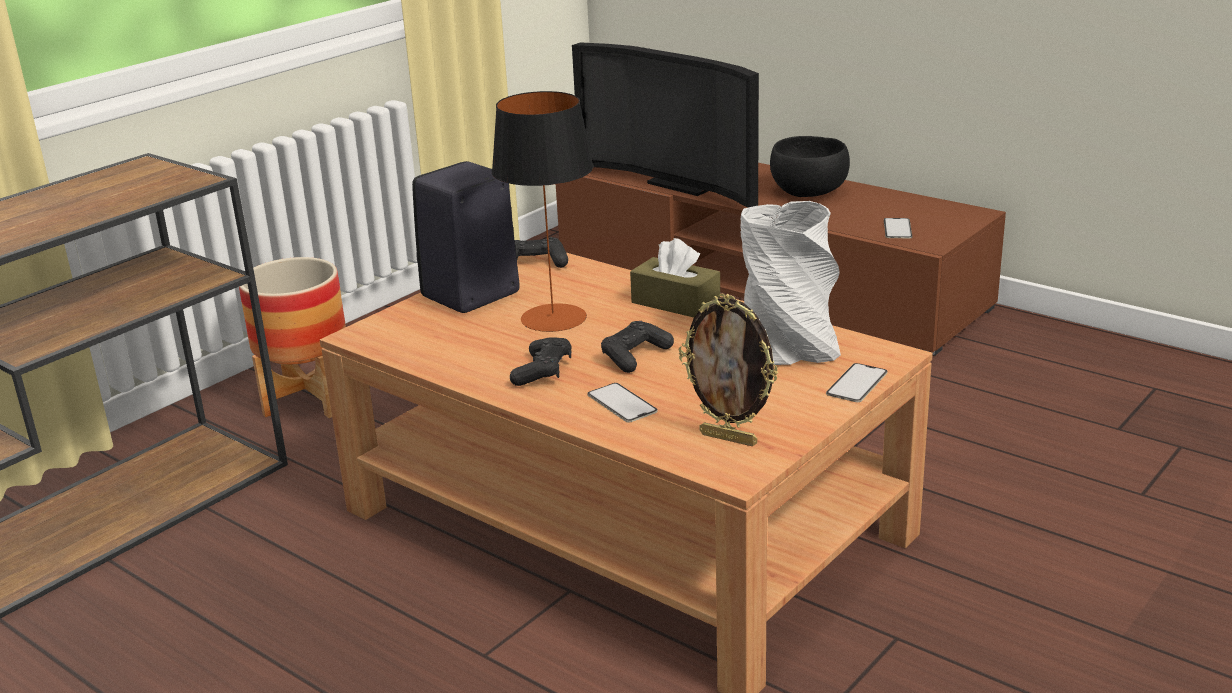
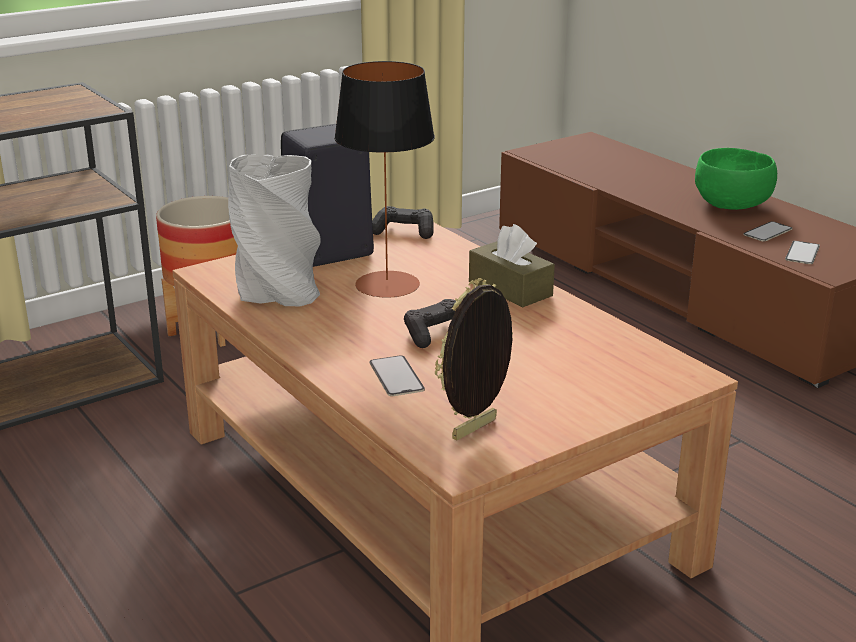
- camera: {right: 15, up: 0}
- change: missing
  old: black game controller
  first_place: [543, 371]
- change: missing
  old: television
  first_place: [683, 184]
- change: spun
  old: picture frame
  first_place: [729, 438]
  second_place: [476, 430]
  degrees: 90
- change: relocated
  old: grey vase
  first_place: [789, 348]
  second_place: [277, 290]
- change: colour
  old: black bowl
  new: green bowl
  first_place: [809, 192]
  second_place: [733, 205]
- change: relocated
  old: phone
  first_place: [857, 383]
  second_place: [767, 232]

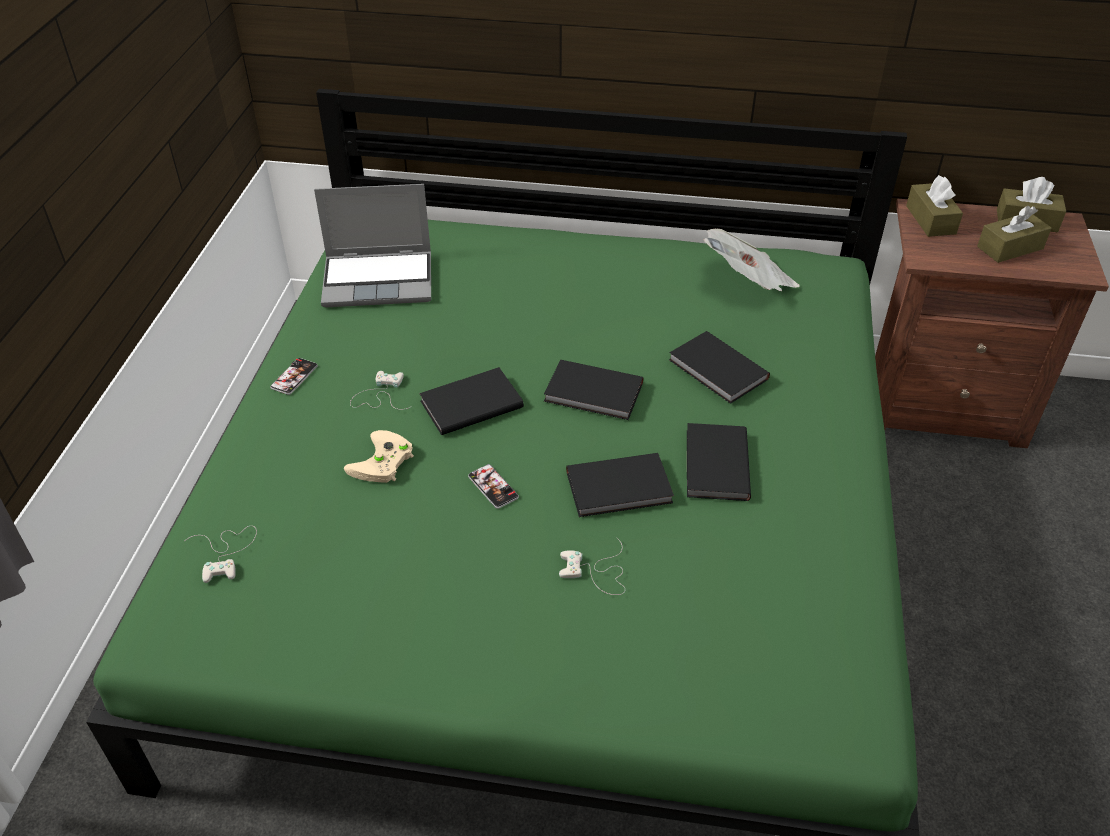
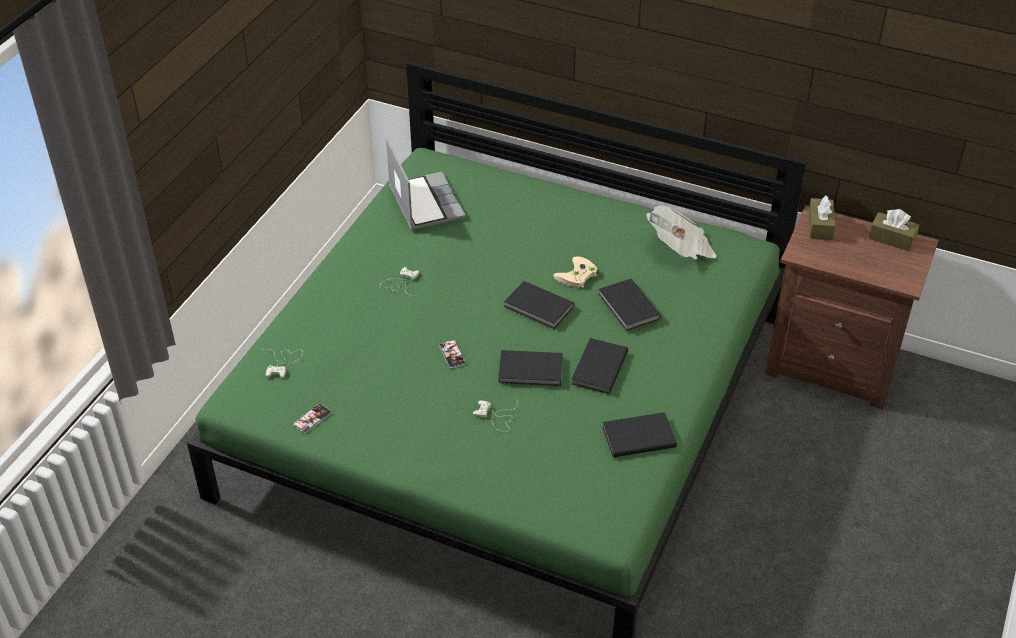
- camera: {right: 15, up: 0}
- change: relocated
  old: phone
  first_place: [294, 377]
  second_place: [312, 419]
- change: spun
  old: laptop
  first_place: [380, 280]
  second_place: [424, 202]
  degrees: -120
- change: relocated
  old: beige game controller
  first_place: [382, 463]
  second_place: [577, 276]
- change: relocated
  old: black book
  first_place: [469, 403]
  second_place: [637, 436]
- change: missing
  old: brown tissue box
  first_place: [1010, 248]

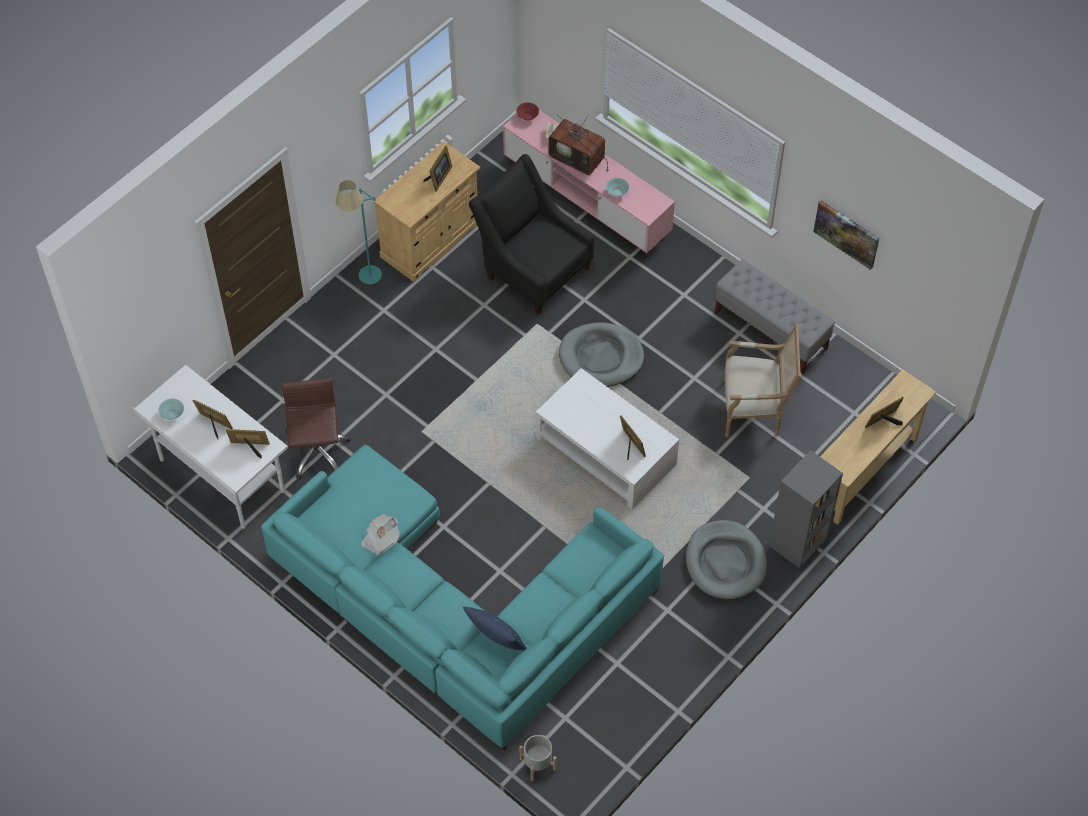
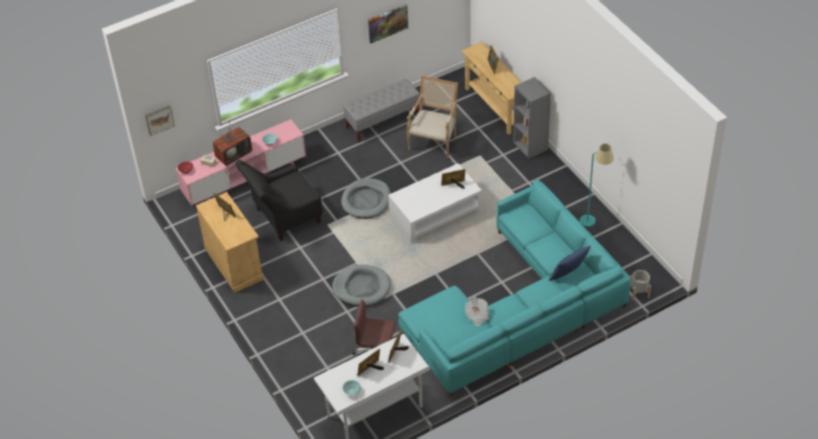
- camera: {right: -70, up: -10}
- change: relocated
  old: turquoise floor lamp
  first_place: [365, 283]
  second_place: [593, 224]
- change: relocated
  old: grey dog bed
  first_place: [725, 562]
  second_place: [361, 287]
- change: appeared
  new: picture
  second_place: [159, 119]

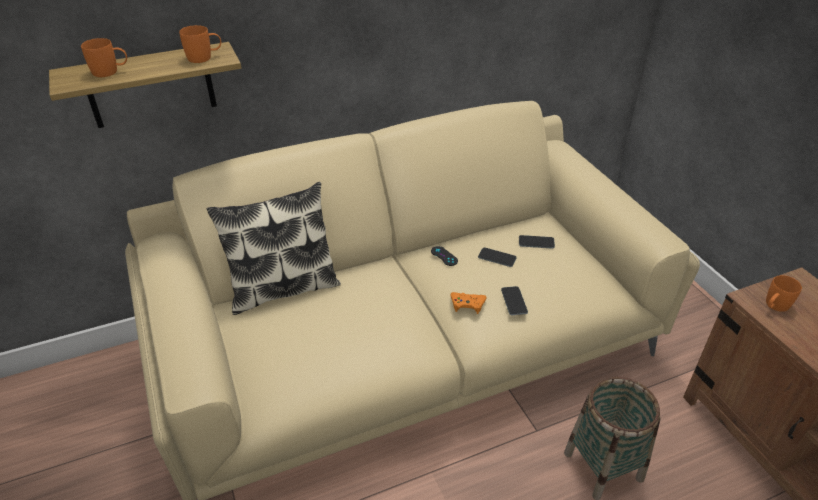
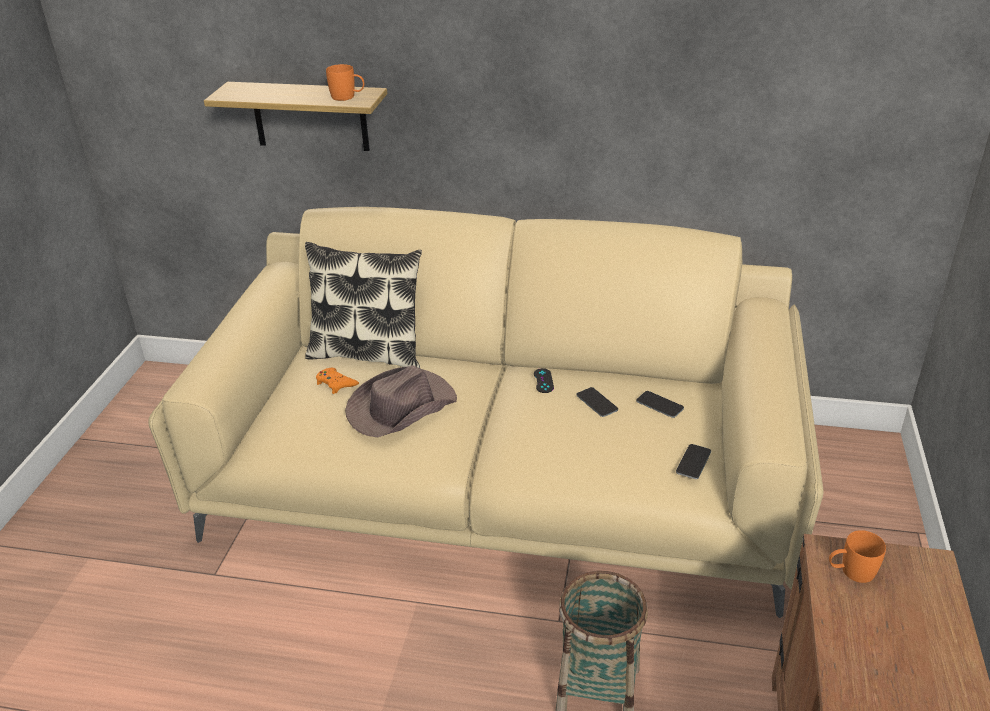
- camera: {right: 35, up: -5}
- change: missing
  old: orange mug
  first_place: [110, 72]
- change: relocated
  old: orange game controller
  first_place: [467, 304]
  second_place: [336, 383]
- change: relocated
  old: phone
  first_place: [514, 301]
  second_place: [693, 462]
- change: appeared
  new: brown hat
  second_place: [400, 407]

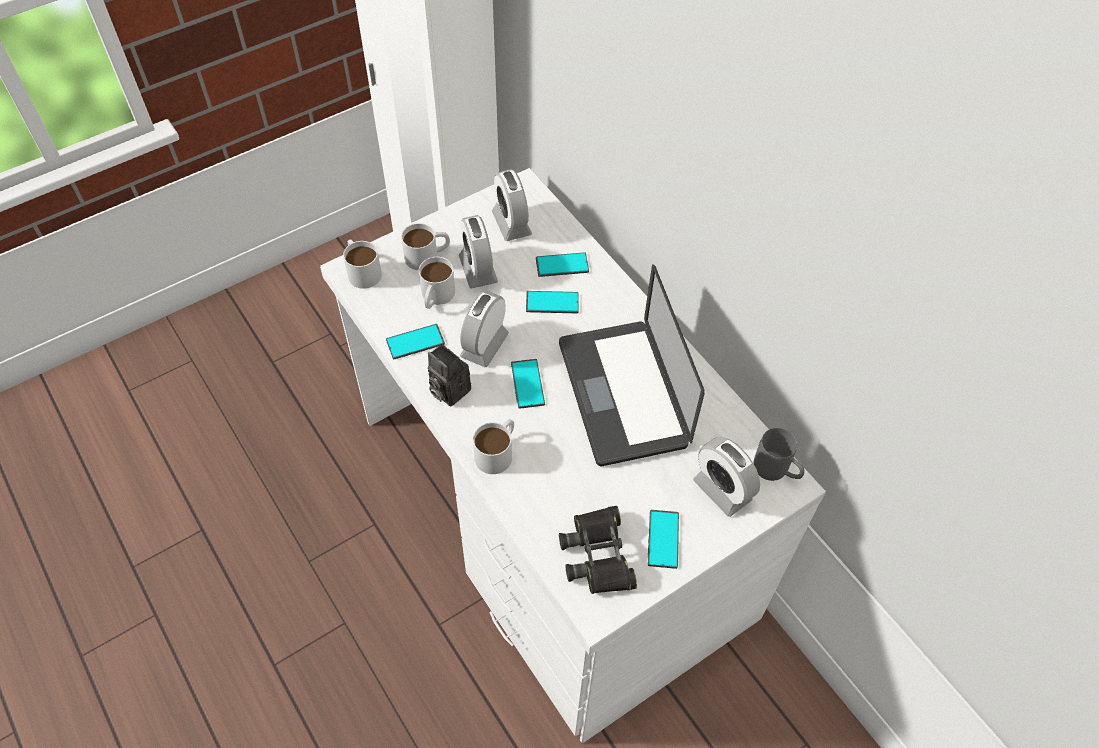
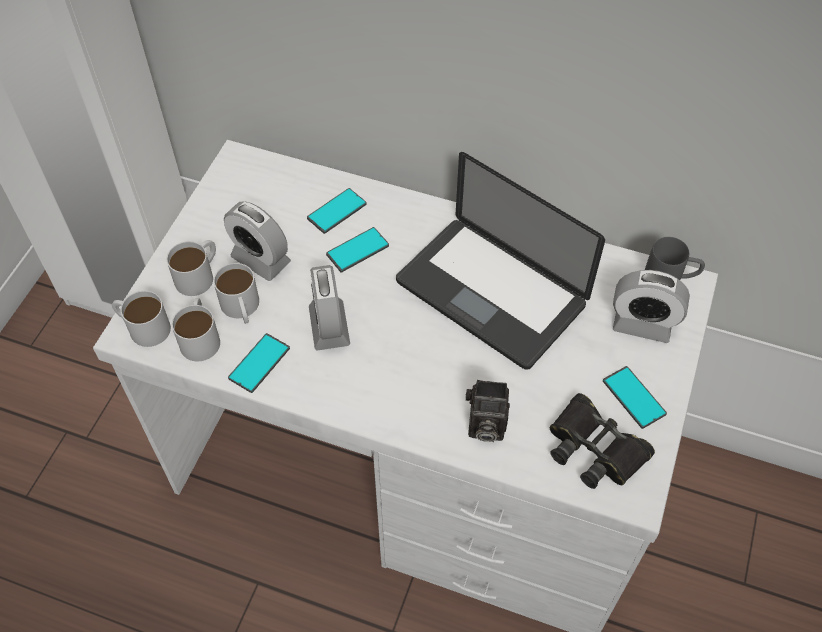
- camera: {right: -35, up: 0}
- change: relocated
  old: photo camera
  first_place: [447, 390]
  second_place: [484, 426]
- change: relocated
  old: white mug
  first_place: [498, 451]
  second_place: [200, 336]
- change: missing
  old: alarm clock
  first_place: [511, 223]
- change: missing
  old: phone
  first_place: [527, 384]

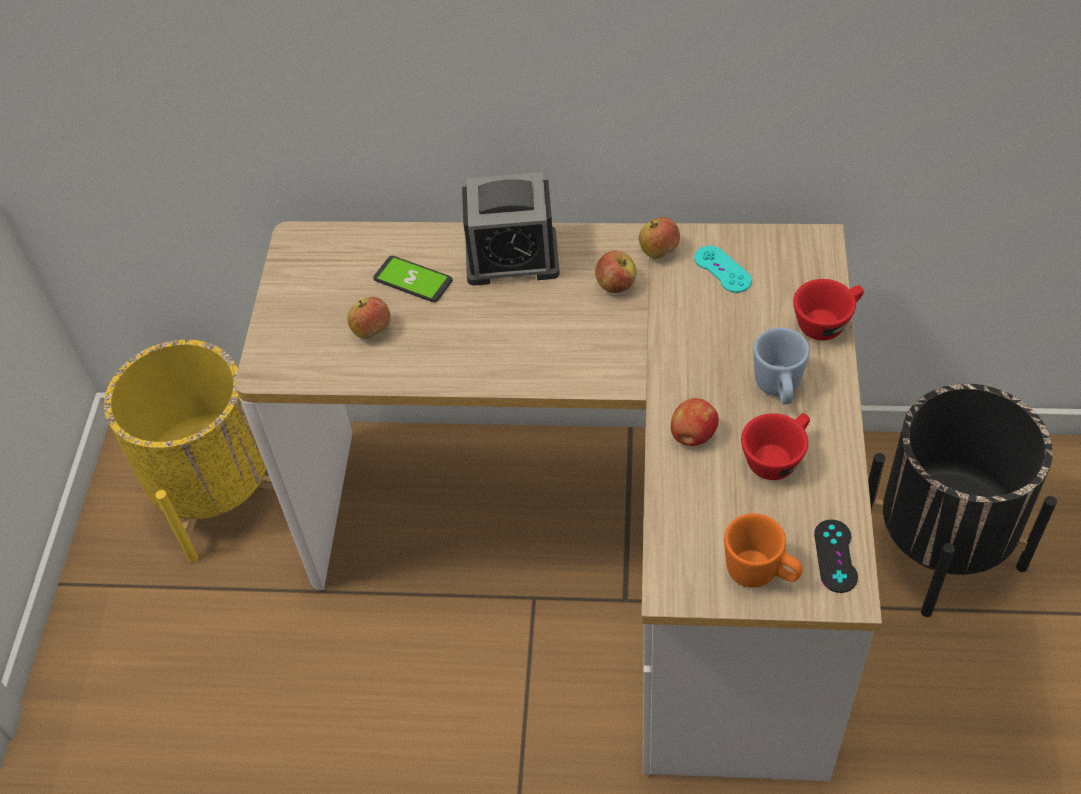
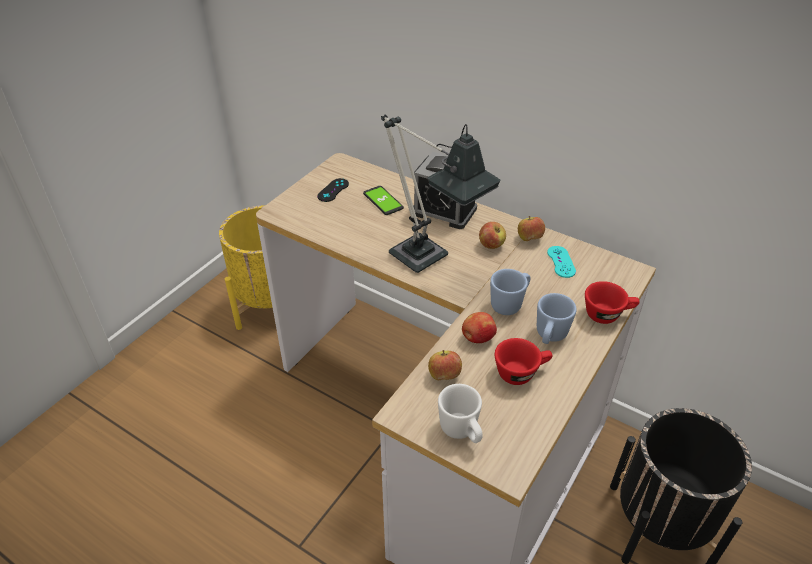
- camera: {right: 25, up: -10}
- change: relocated
  old: apple
  first_place: [372, 330]
  second_place: [444, 375]
- change: colour
  old: orange mug
  new: white mug
  first_place: [760, 574]
  second_place: [461, 432]
- change: relocated
  old: black game controller
  first_place: [835, 556]
  second_place: [333, 190]
- change: appeared
  new: table lamp
  second_place: [427, 261]
- change: appeared
  new: blue mug
  second_place: [510, 304]

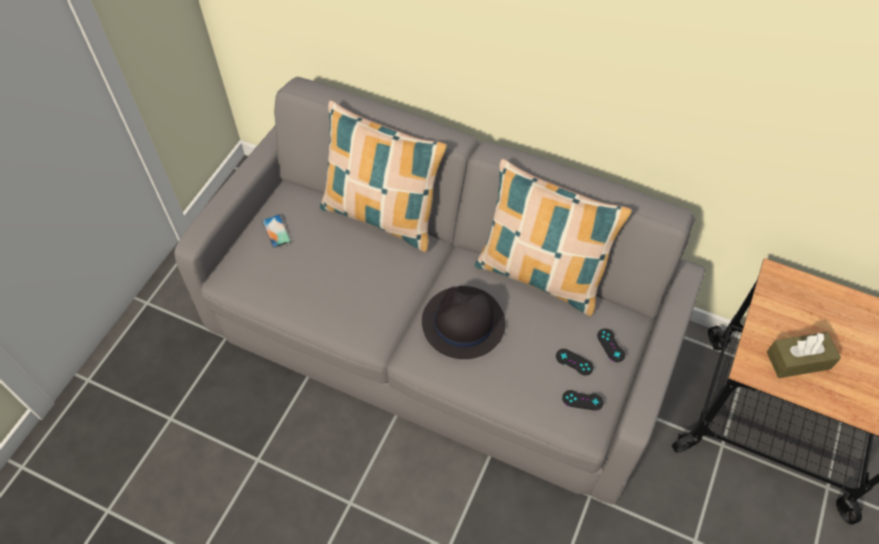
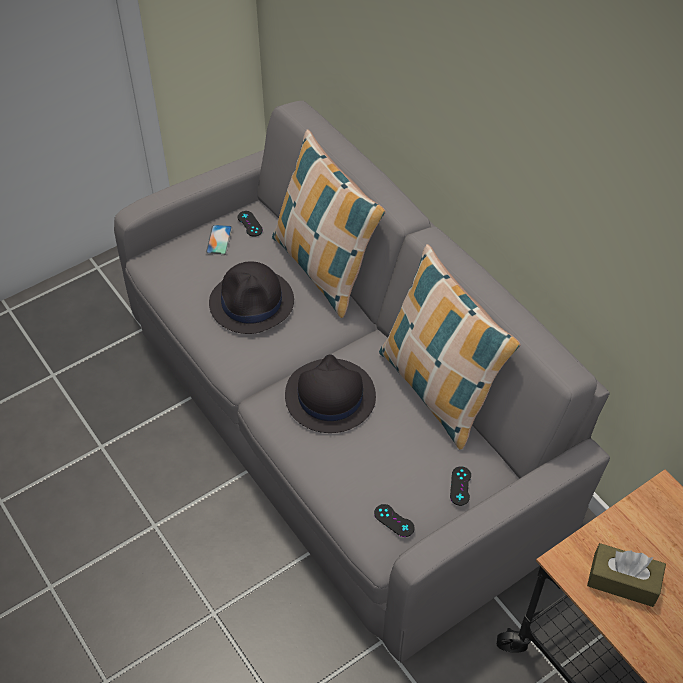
- camera: {right: 30, up: -5}
- change: relocated
  old: black game controller
  first_place: [574, 362]
  second_place: [250, 224]
- change: appeared
  new: black hat
  second_place: [252, 302]

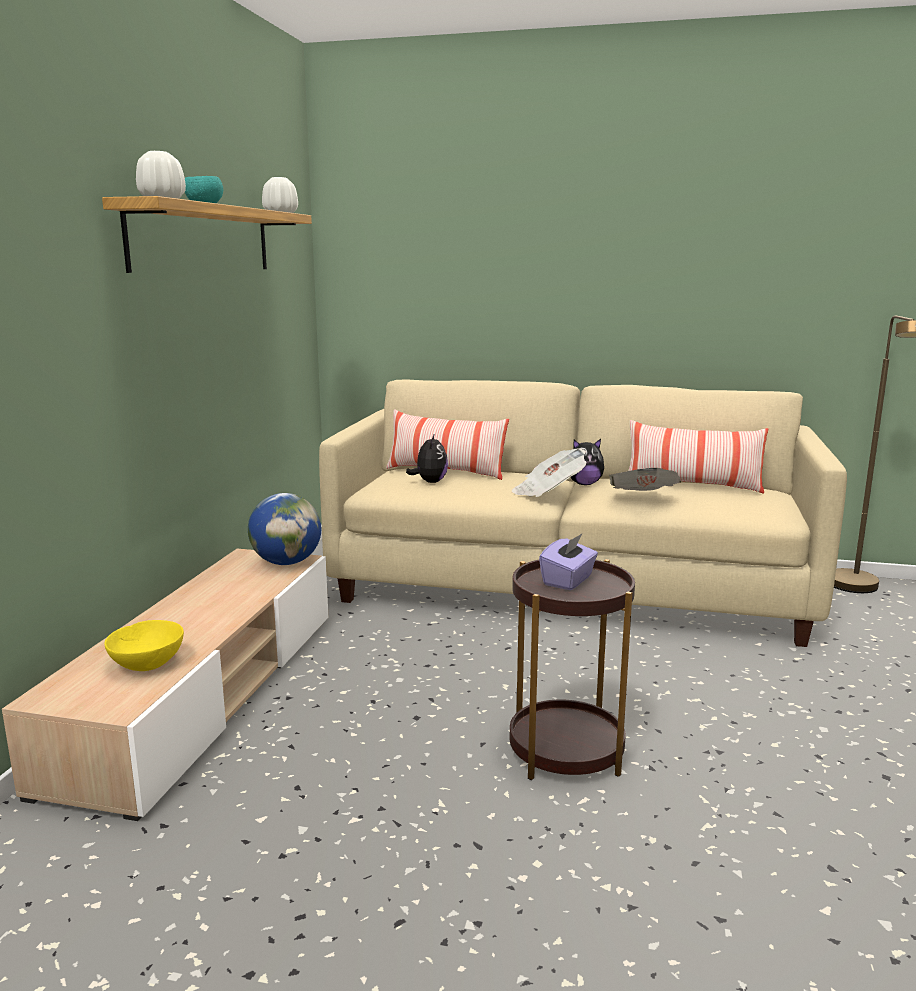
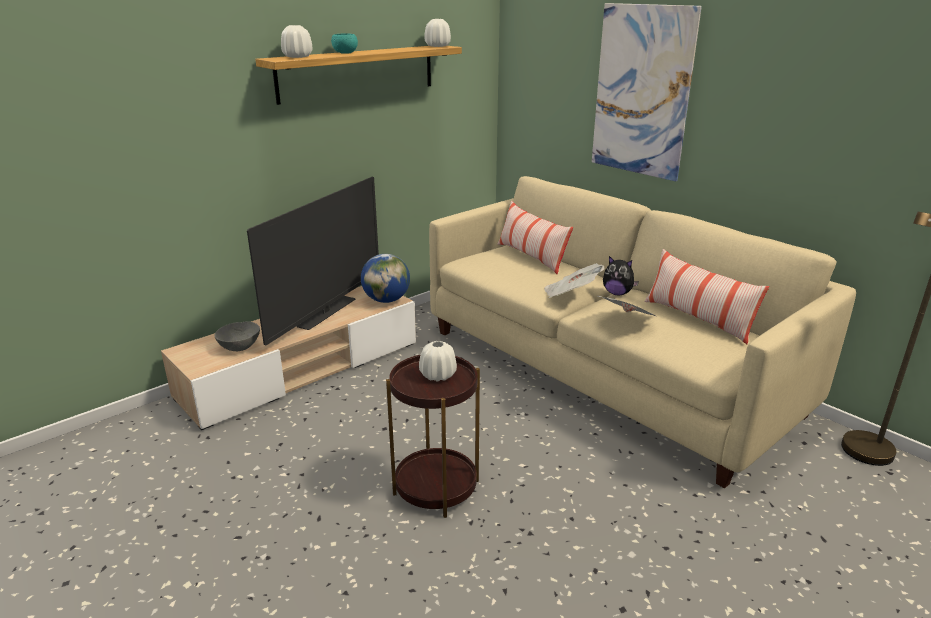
- camera: {right: 35, up: 10}
- change: colour
  old: yellow bowl
  new: grey bowl
  first_place: [147, 664]
  second_place: [239, 347]
- change: missing
  old: plush toy
  first_place: [430, 482]
- change: exchanged
  old: purple tissue box
  new: white vase
  first_place: [568, 580]
  second_place: [438, 375]
- change: appeared
  new: television
  second_place: [327, 313]
- change: appeared
  new: picture
  second_place: [641, 92]

